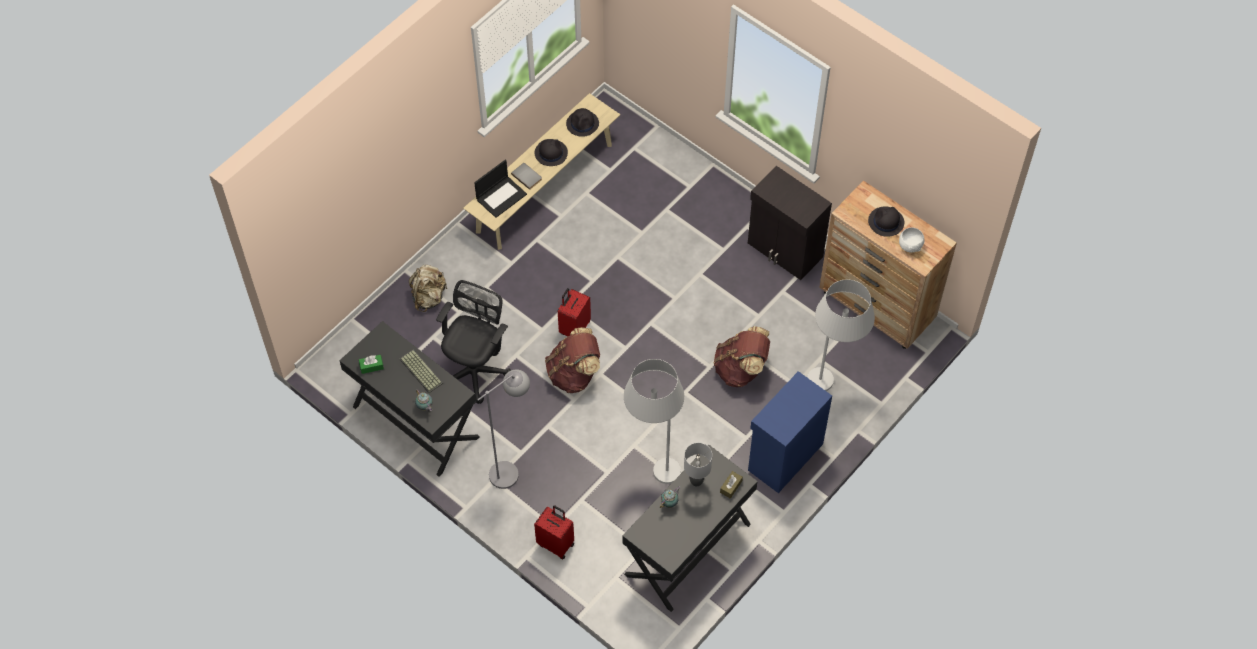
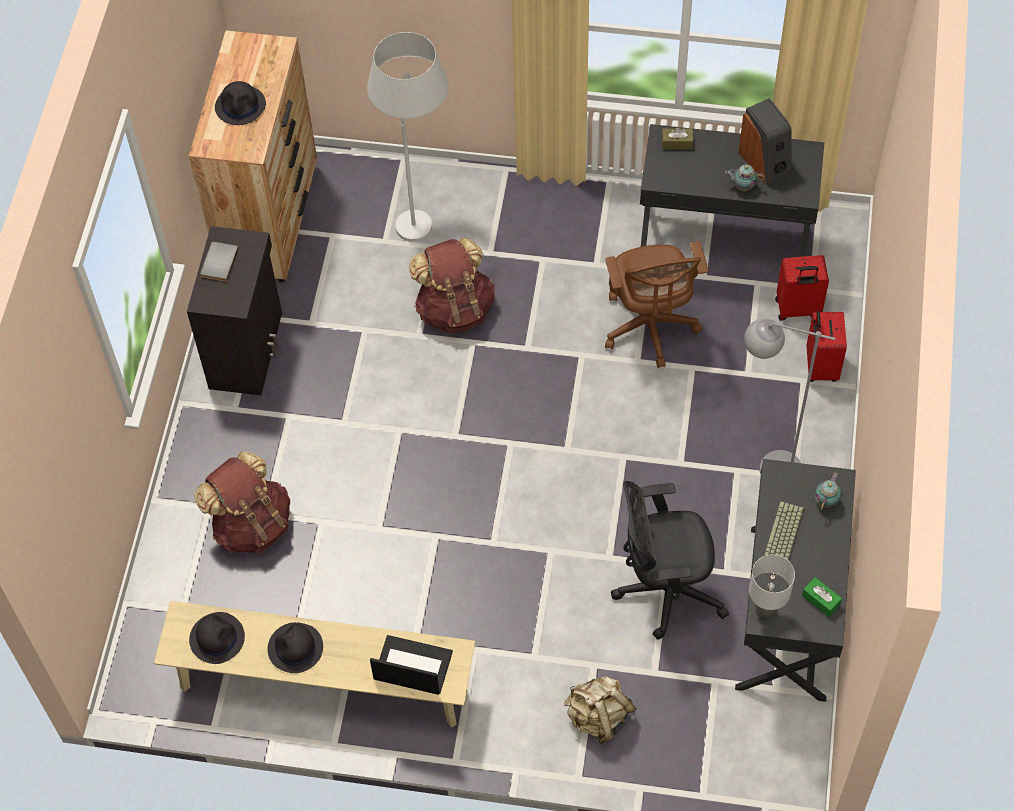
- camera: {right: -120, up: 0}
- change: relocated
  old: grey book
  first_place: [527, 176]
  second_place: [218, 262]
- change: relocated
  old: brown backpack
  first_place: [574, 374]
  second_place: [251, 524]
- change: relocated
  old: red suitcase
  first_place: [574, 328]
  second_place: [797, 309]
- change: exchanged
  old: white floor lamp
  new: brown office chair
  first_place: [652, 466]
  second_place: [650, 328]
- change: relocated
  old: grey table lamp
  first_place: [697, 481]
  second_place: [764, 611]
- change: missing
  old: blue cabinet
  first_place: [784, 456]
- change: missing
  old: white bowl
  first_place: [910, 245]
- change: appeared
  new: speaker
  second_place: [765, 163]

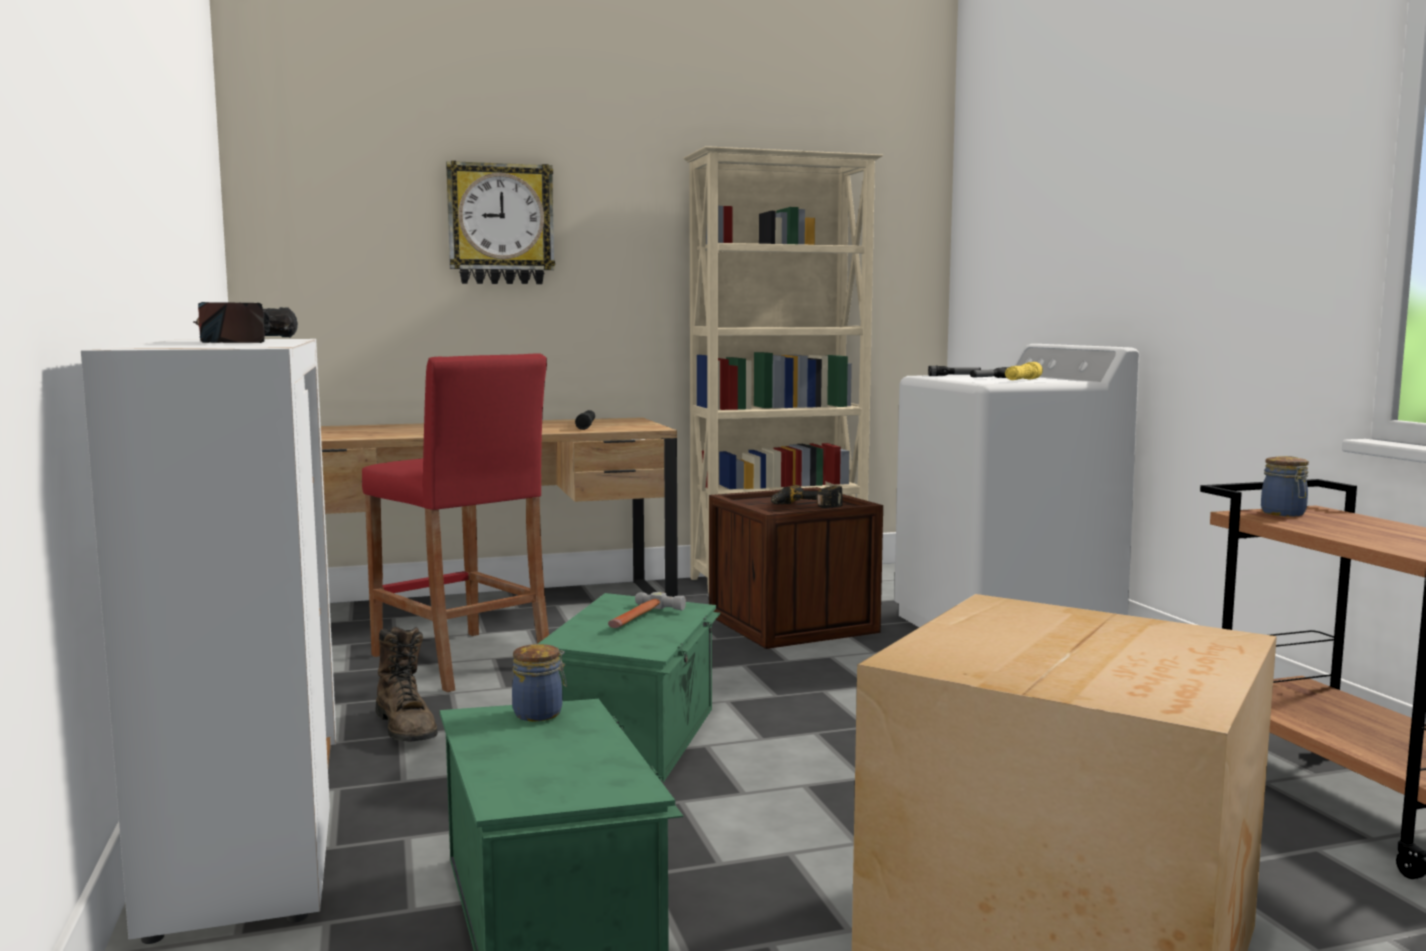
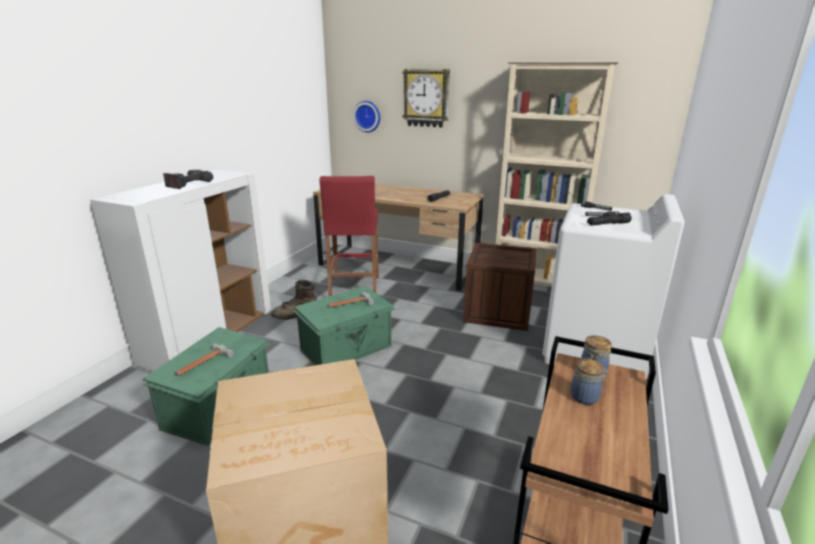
- camera: {right: 40, up: 15}
- change: spun
  old: brown boot
  first_place: [406, 728]
  second_place: [296, 315]
  degrees: 60
- change: relocated
  old: jar
  first_place: [540, 713]
  second_place: [585, 397]
- change: missing
  old: power drill
  first_place: [804, 506]
- change: colour
  old: yellow flashlight
  new: black flashlight
  first_place: [1022, 380]
  second_place: [608, 224]
- change: appeared
  new: hammer
  second_place: [202, 364]
- change: appeared
  new: wall clock
  second_place: [368, 116]

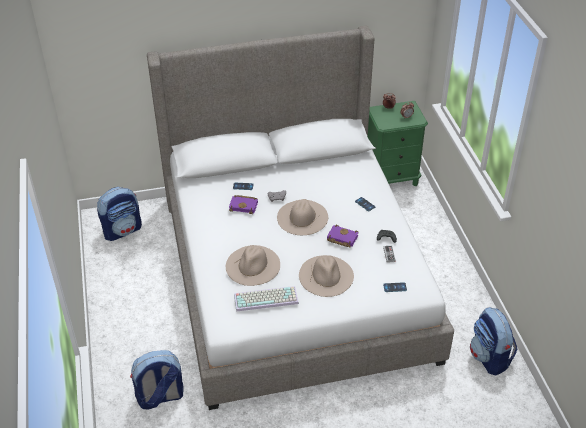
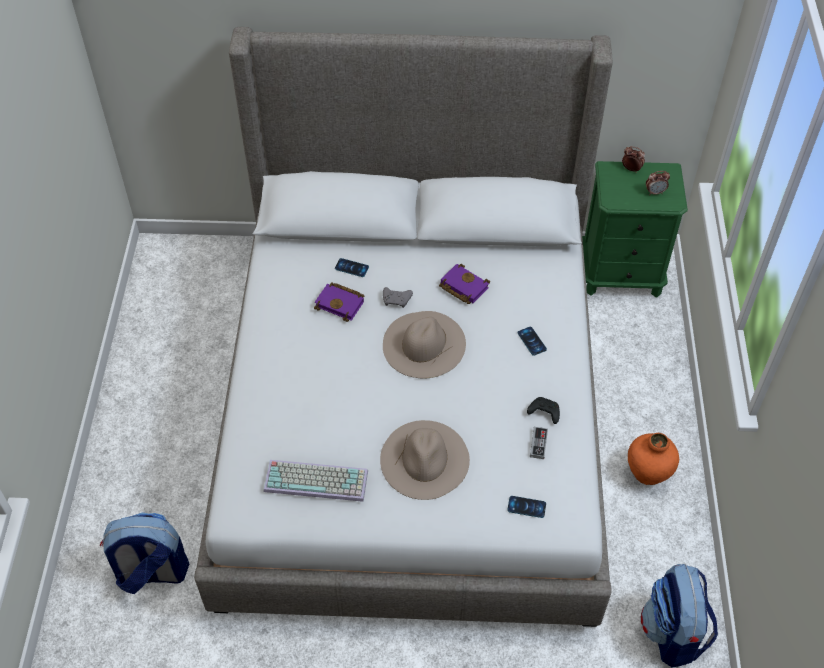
- camera: {right: 15, up: 10}
- change: missing
  old: backpack
  first_place: [122, 230]
- change: missing
  old: beige hat
  first_place: [253, 265]
- change: relocated
  old: purple book
  first_place: [341, 238]
  second_place: [462, 287]
- change: appeared
  new: orange vase
  second_place: [647, 474]

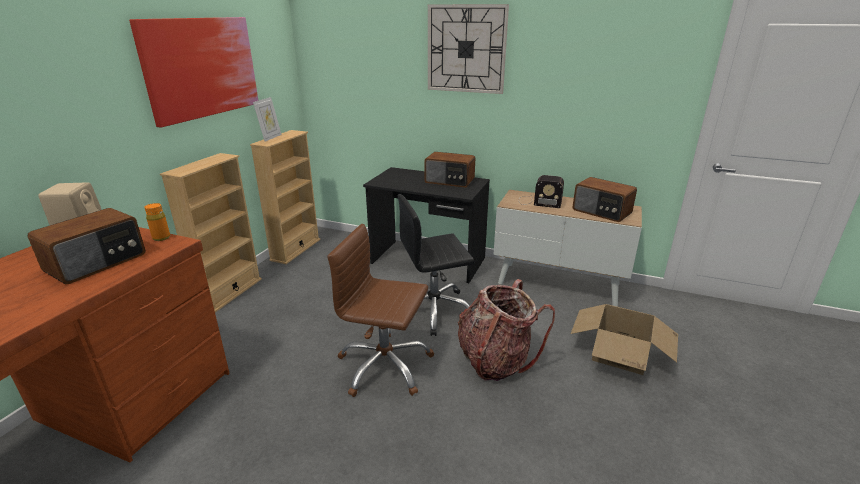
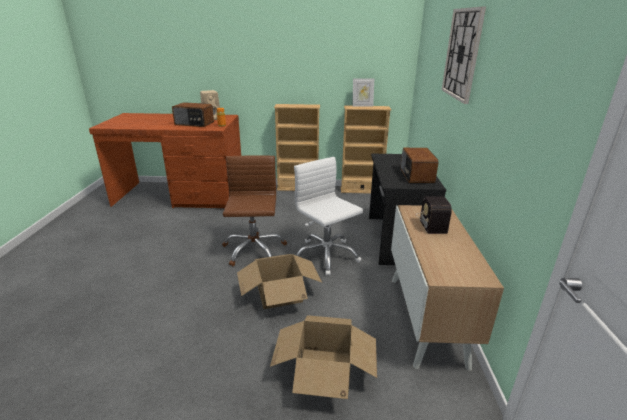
- camera: {right: 70, up: 0}
- change: missing
  old: picture
  first_place: [201, 67]
- change: colour
  old: black office chair
  new: white office chair
  first_place: [433, 310]
  second_place: [326, 255]
- change: exchanged
  old: backpack
  new: cardboard box
  first_place: [495, 360]
  second_place: [279, 293]
- change: missing
  old: radio
  first_place: [601, 212]

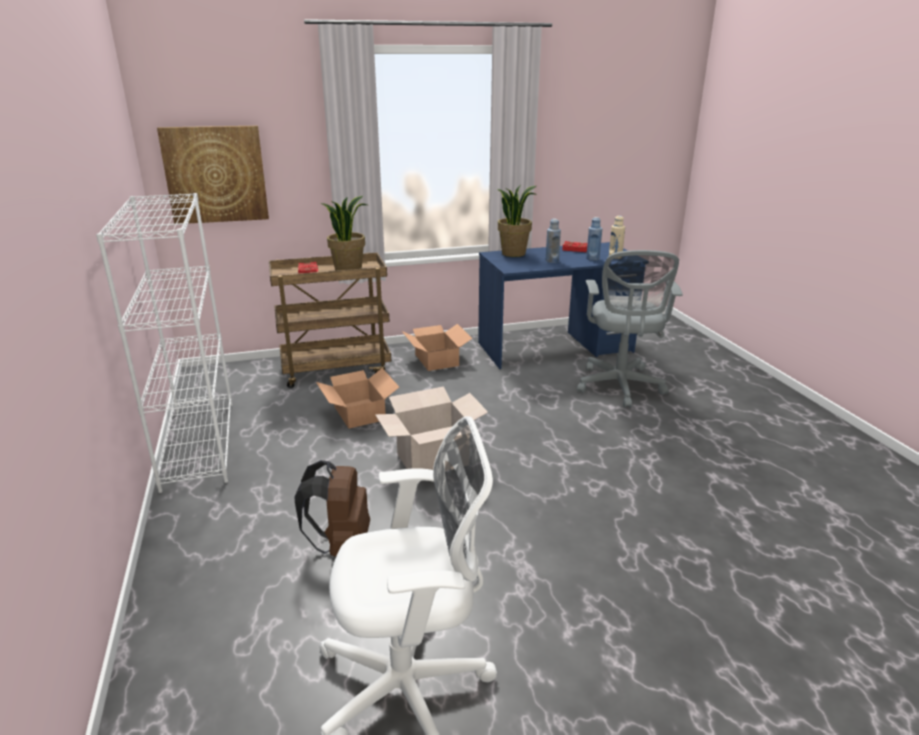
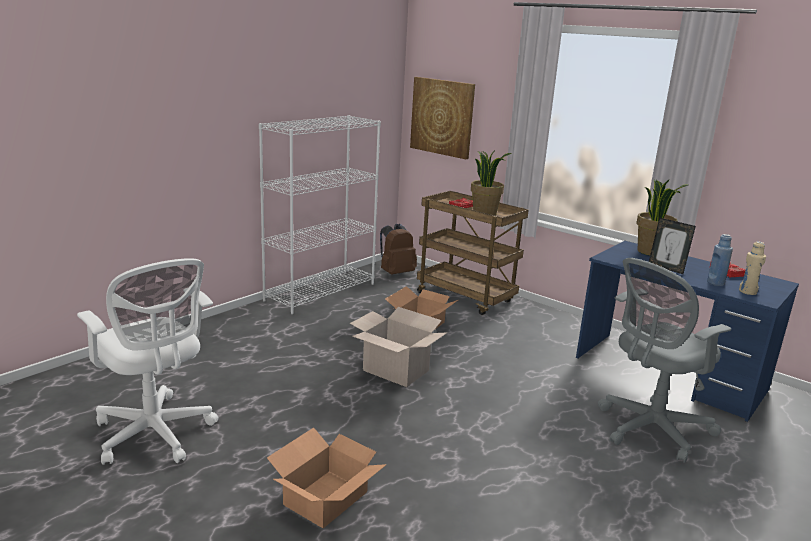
- camera: {right: 55, up: -5}
- change: relocated
  old: brown backpack
  first_place: [341, 546]
  second_place: [395, 273]
- change: relocated
  old: cardboard box
  first_place: [436, 360]
  second_place: [324, 498]
- change: exchanged
  old: blue bottle
  new: picture frame
  first_place: [552, 261]
  second_place: [666, 268]

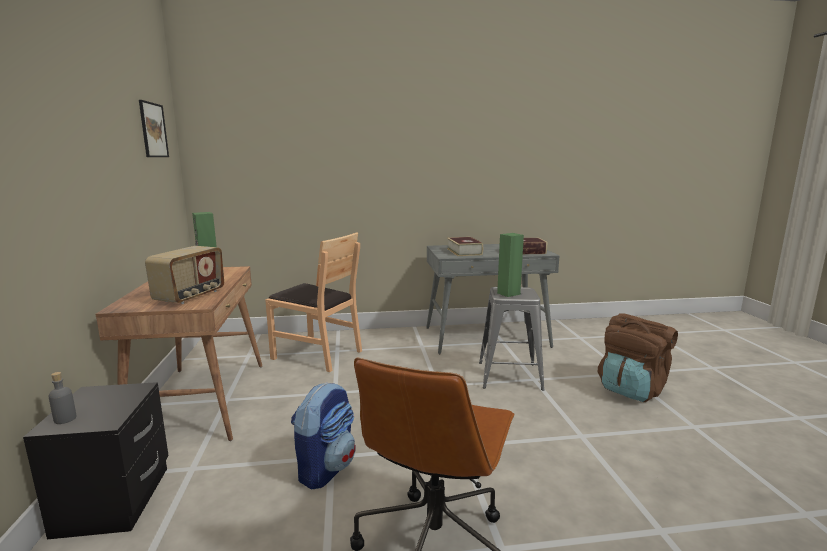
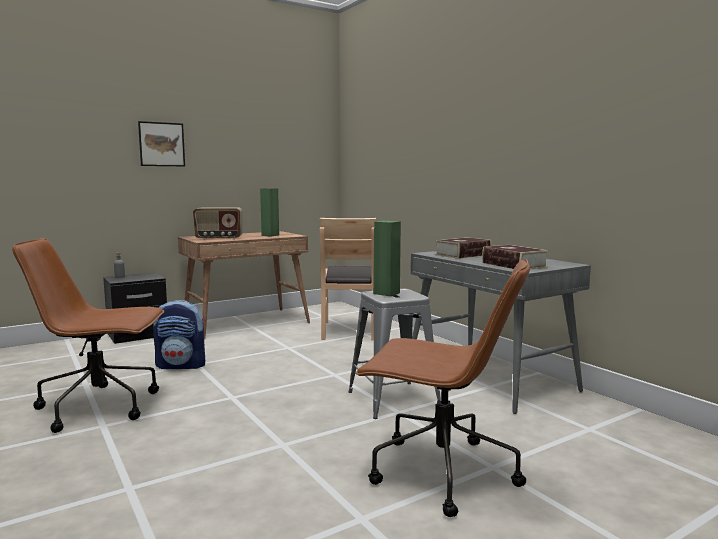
- camera: {right: 65, up: -5}
- change: relocated
  old: picture
  first_place: [153, 130]
  second_place: [162, 144]
- change: exchanged
  old: brown backpack
  new: brown office chair
  first_place: [632, 389]
  second_place: [440, 472]

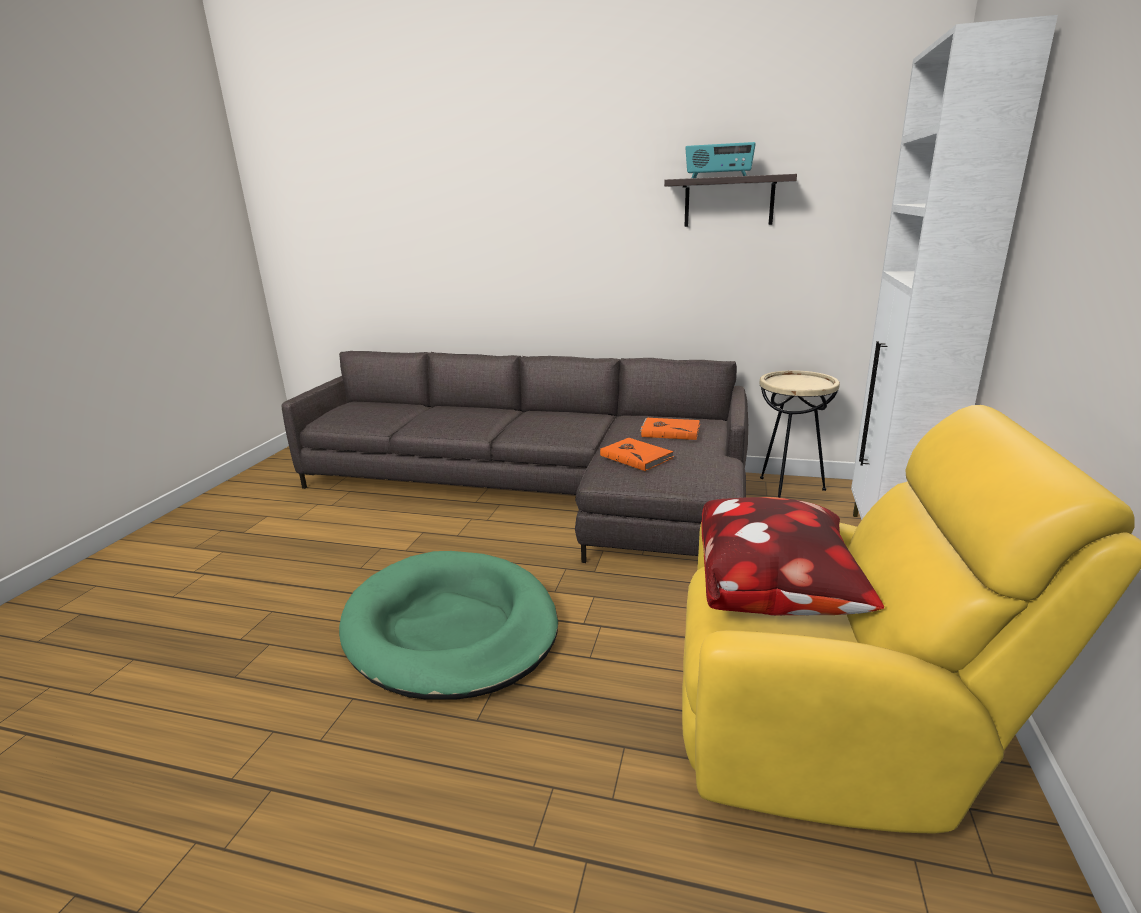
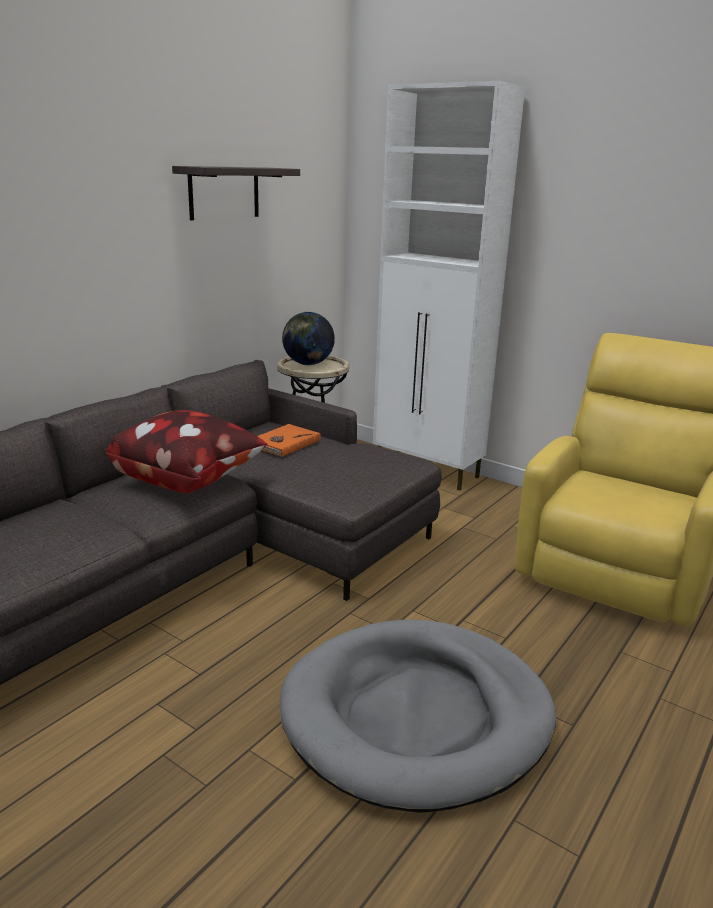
- camera: {right: -70, up: 0}
- change: colour
  old: green dog bed
  new: grey dog bed
  first_place: [451, 629]
  second_place: [417, 716]
- change: missing
  old: orange book
  first_place: [636, 456]
- change: missing
  old: radio
  first_place: [718, 176]
- change: relocated
  old: pillow
  first_place: [775, 595]
  second_place: [188, 480]
- change: appeared
  new: globe
  second_place: [308, 364]

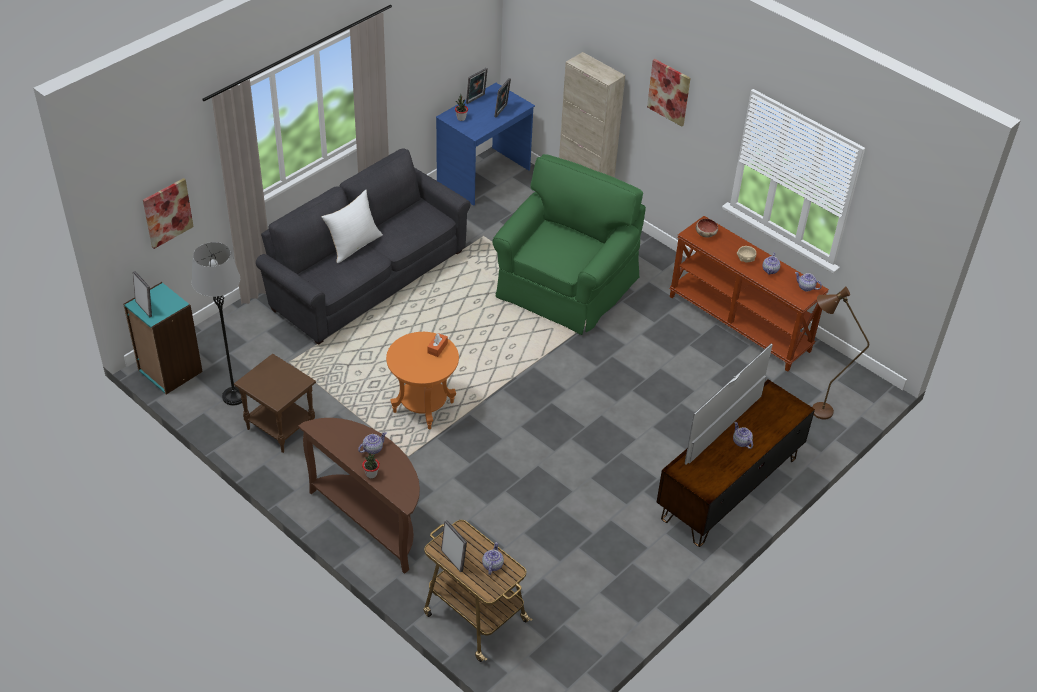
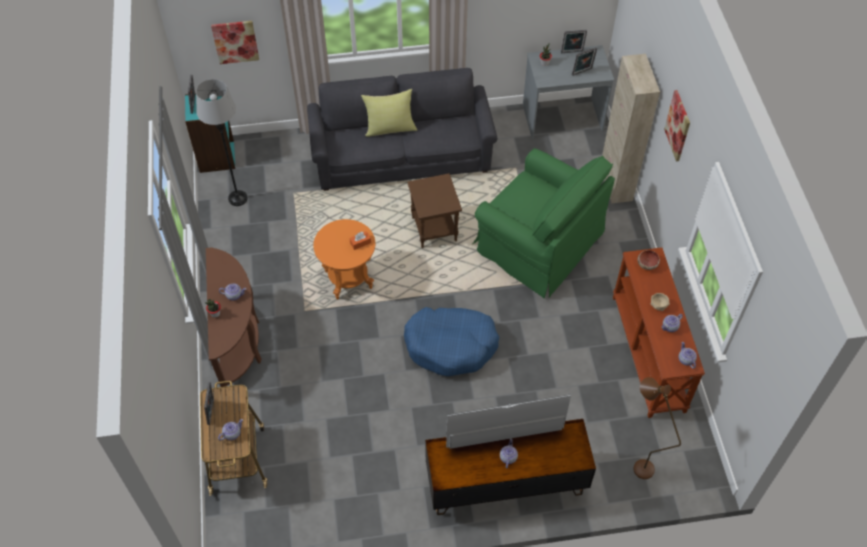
- camera: {right: 40, up: 10}
- change: relocated
  old: brown side table
  first_place: [279, 428]
  second_place: [433, 229]
- change: colour
  old: white pillow
  new: yellow pillow
  first_place: [354, 245]
  second_place: [390, 128]
- change: colour
  old: blue desk
  new: grey desk
  first_place: [484, 176]
  second_place: [562, 118]
- change: spun
  old: green armchair
  first_place: [564, 286]
  second_place: [537, 242]
  degrees: 60
- change: appeared
  new: blue dog bed
  second_place: [451, 345]

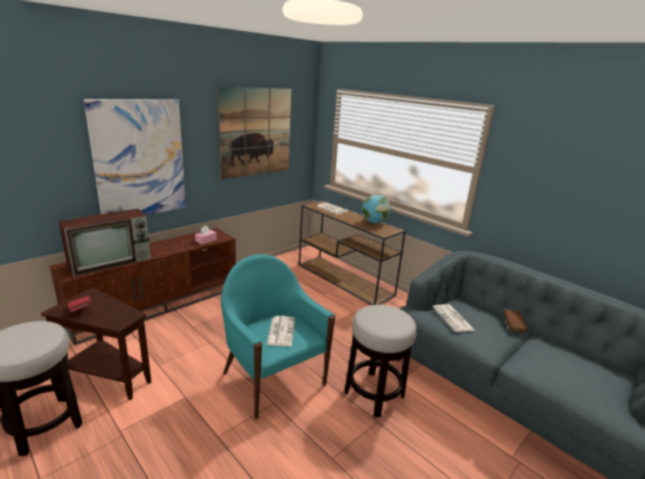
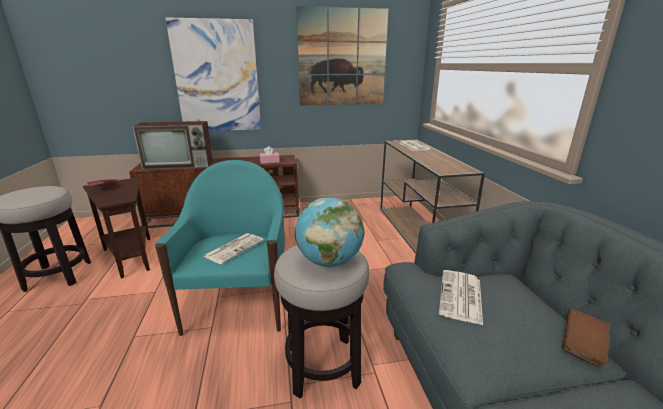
- camera: {right: 35, up: 0}
- change: relocated
  old: globe
  first_place: [374, 222]
  second_place: [329, 262]

